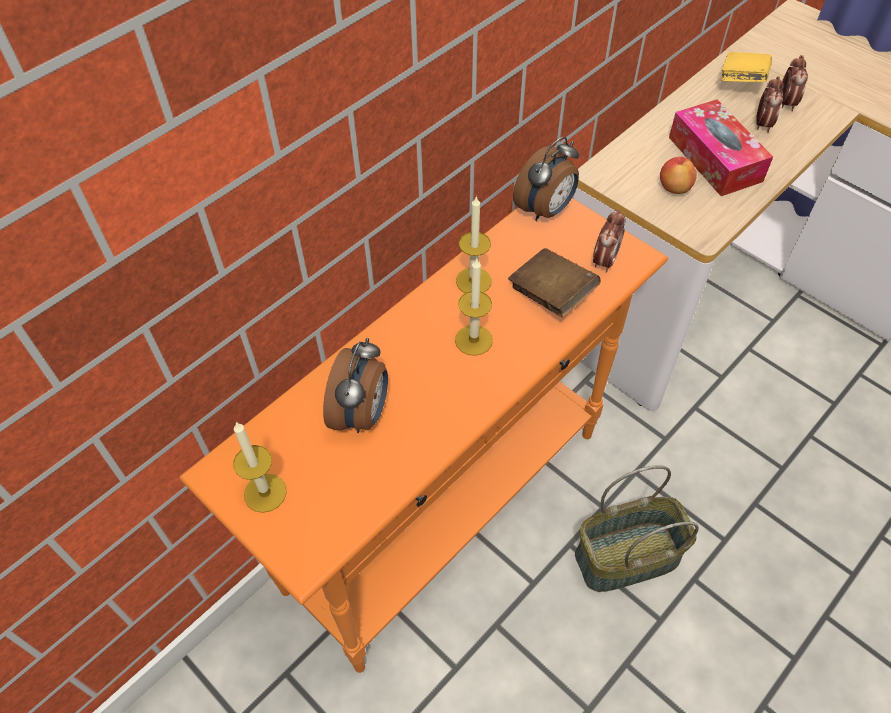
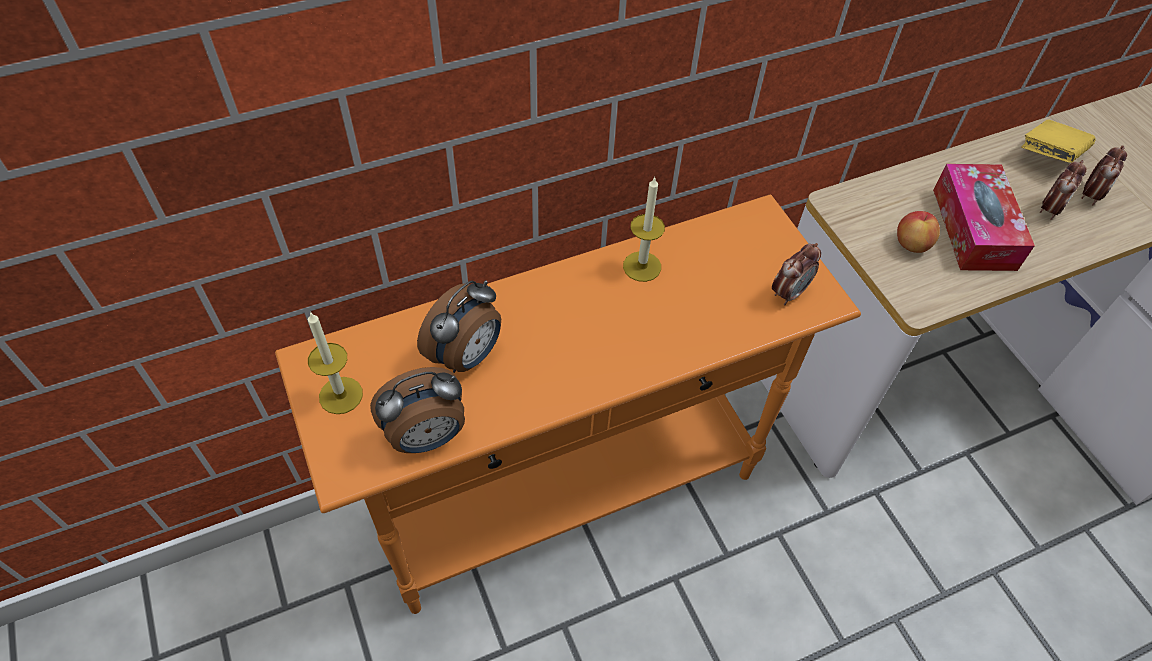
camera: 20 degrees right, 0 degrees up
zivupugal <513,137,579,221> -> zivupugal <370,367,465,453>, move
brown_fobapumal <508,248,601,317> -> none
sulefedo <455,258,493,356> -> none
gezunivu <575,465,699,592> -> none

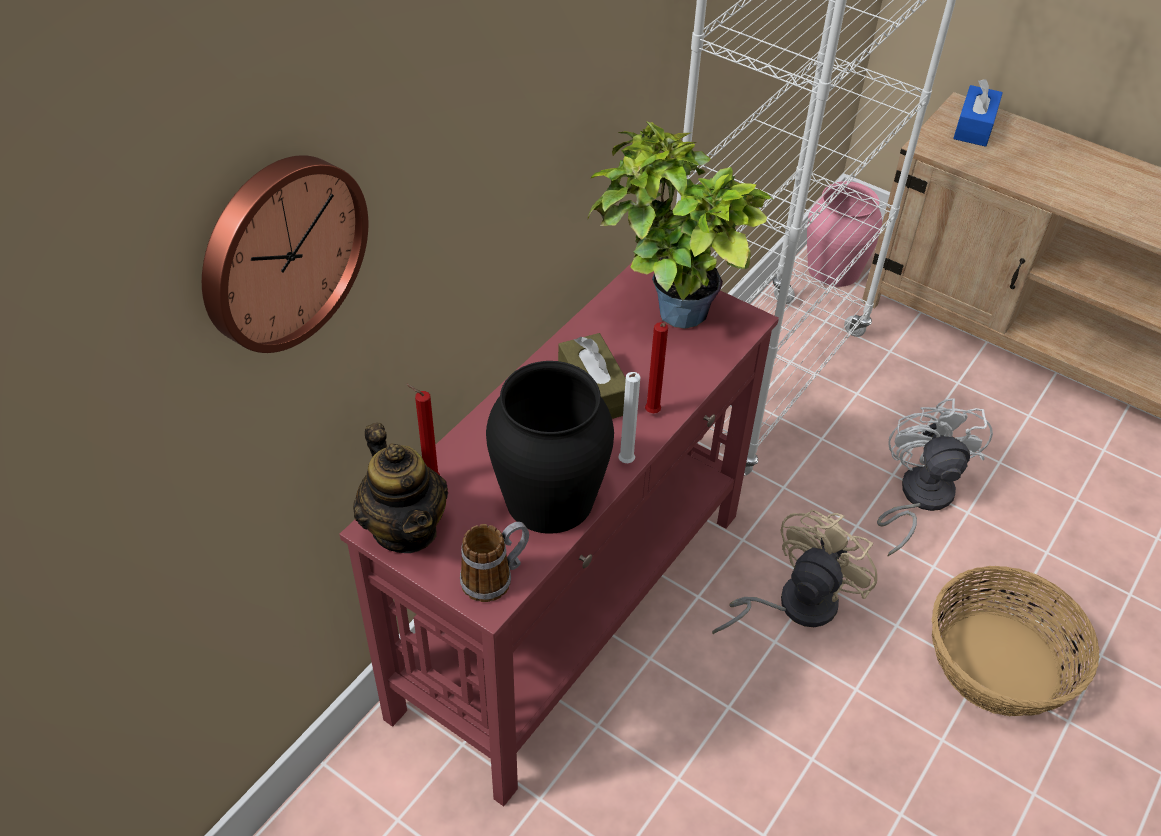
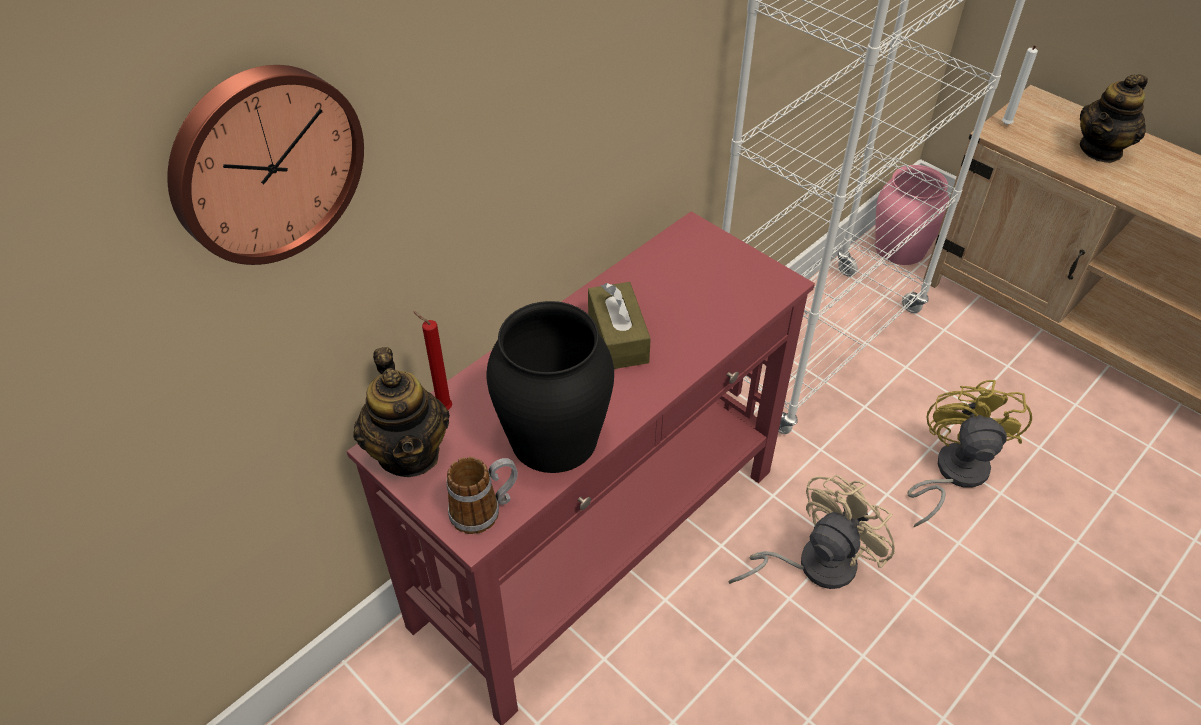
camera: 10 degrees right, 0 degrees up
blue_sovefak <953,79,1003,147> -> none
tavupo <588,121,772,329> -> none
red_sulefedo <645,322,668,413> -> none
white_sulefedo <618,372,640,463> -> white_sulefedo <1002,45,1038,125>, move
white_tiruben <877,398,993,556> -> yellow_tiruben <907,380,1032,527>
gezunivu <932,566,1099,716> -> none
none -> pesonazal <1080,74,1148,163>

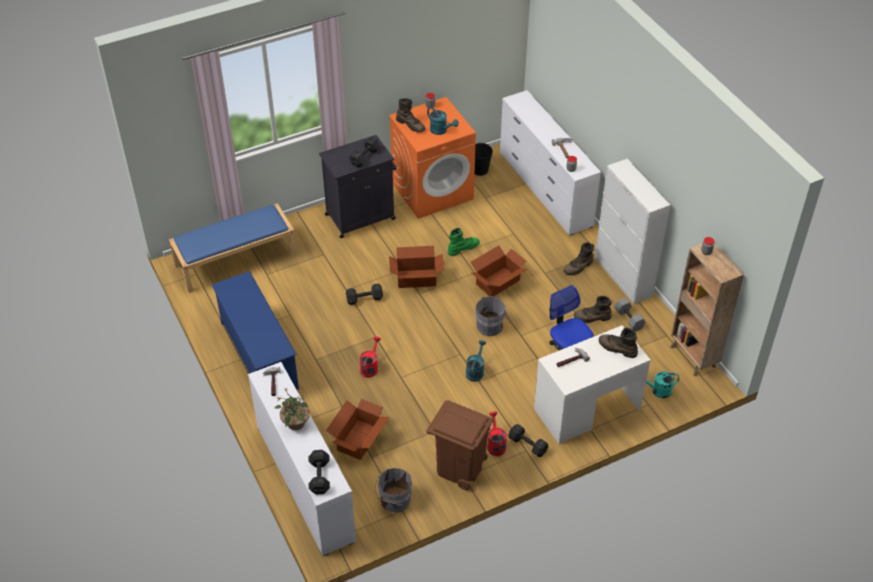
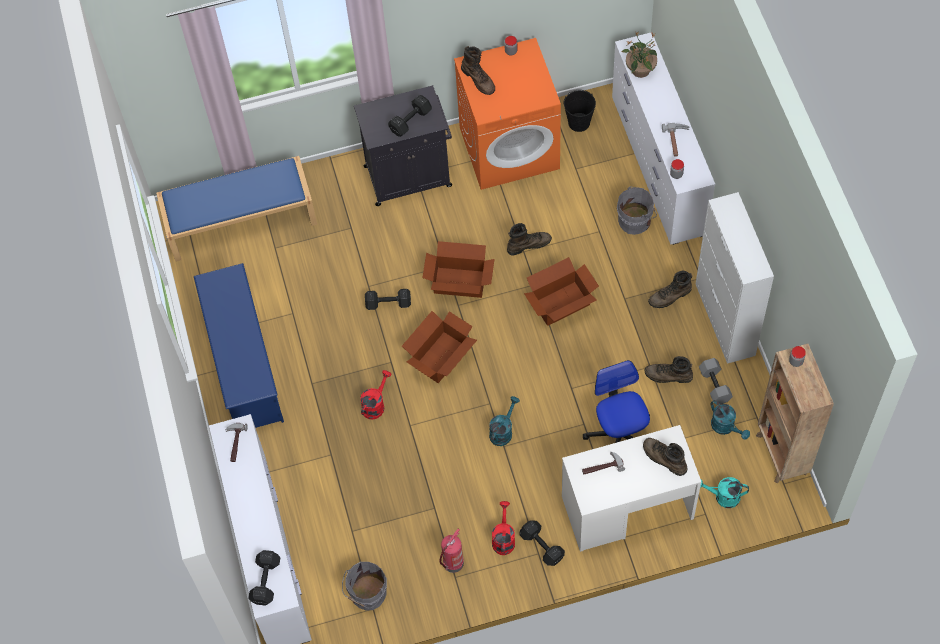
camera: 15 degrees right, 15 degrees up
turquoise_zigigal <427,107,459,135> -> turquoise_zigigal <711,400,750,440>, move
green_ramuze <448,228,480,256> -> brown_ramuze <507,223,552,256>
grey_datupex <475,297,509,336> -> grey_datupex <617,186,657,235>, move
tavupo <274,387,310,430> -> tavupo <622,32,657,78>, move
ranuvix <326,399,389,460> -> ranuvix <402,311,477,383>, move
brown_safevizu <426,400,494,490> -> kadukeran <439,529,464,573>

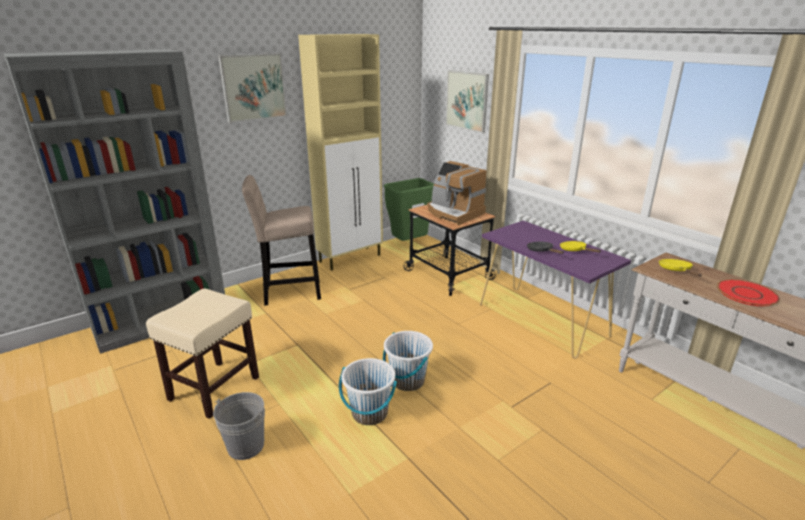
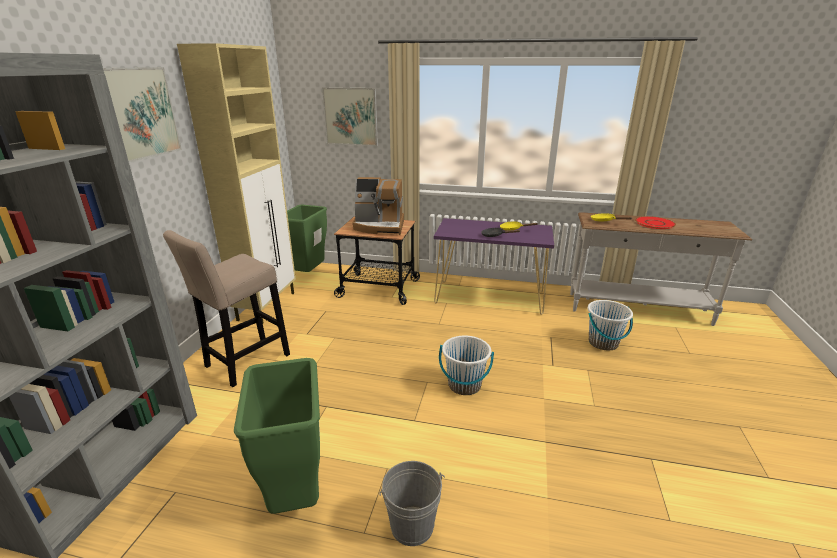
camera: 40 degrees left, 0 degrees up
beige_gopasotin <146,288,259,419> -> green_safevizu <234,358,320,514>
white_datupex <339,358,397,425> -> white_datupex <588,300,633,350>, move

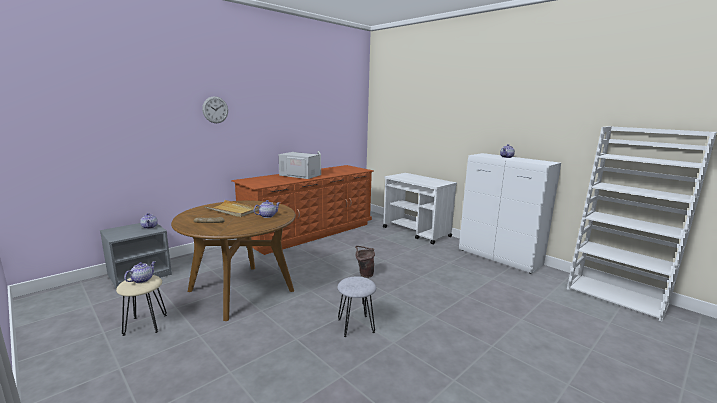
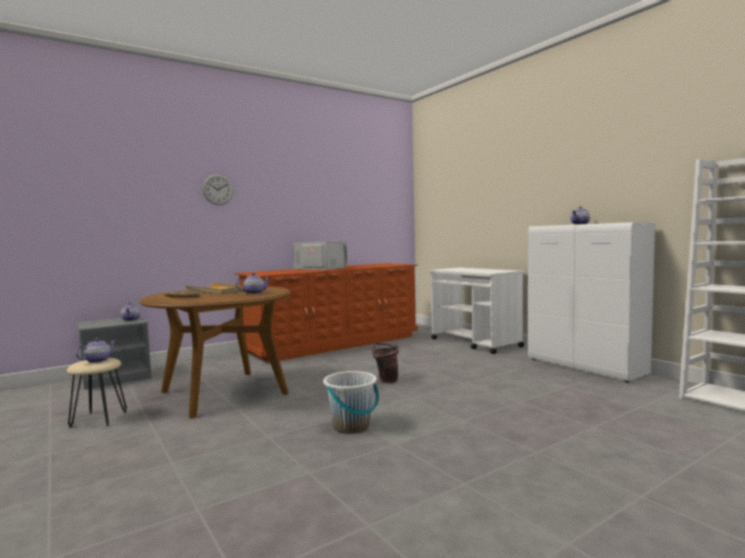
camera: 10 degrees right, 10 degrees down
grey_gopasotin <337,276,376,337> -> white_datupex <323,371,379,434>

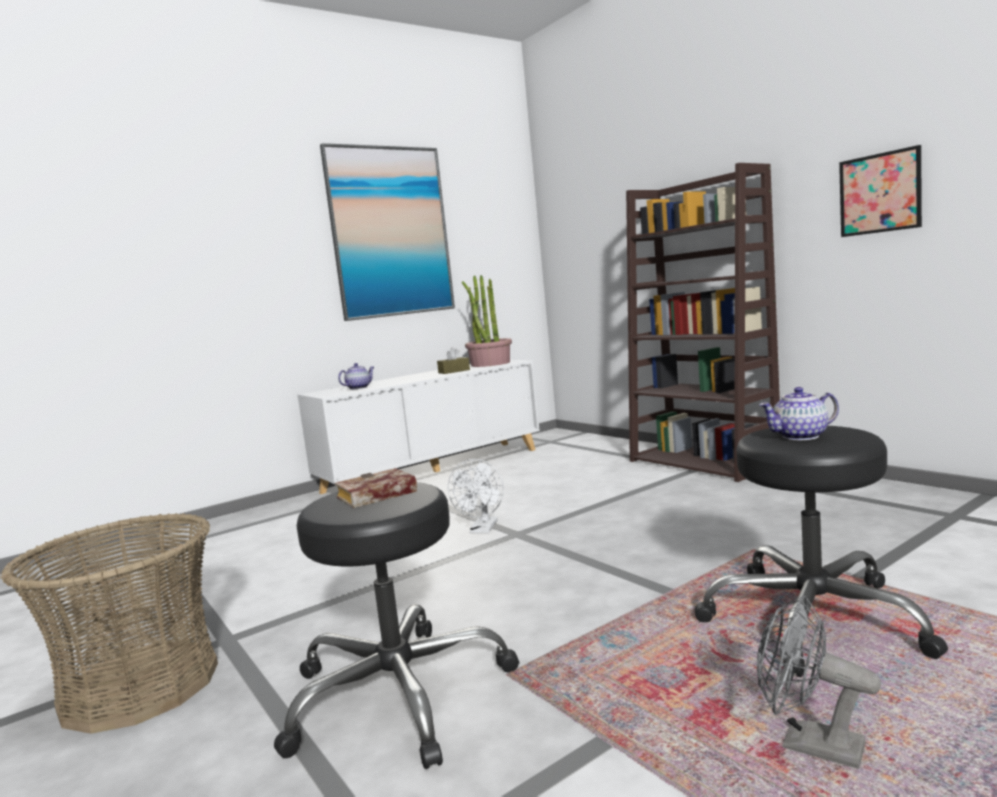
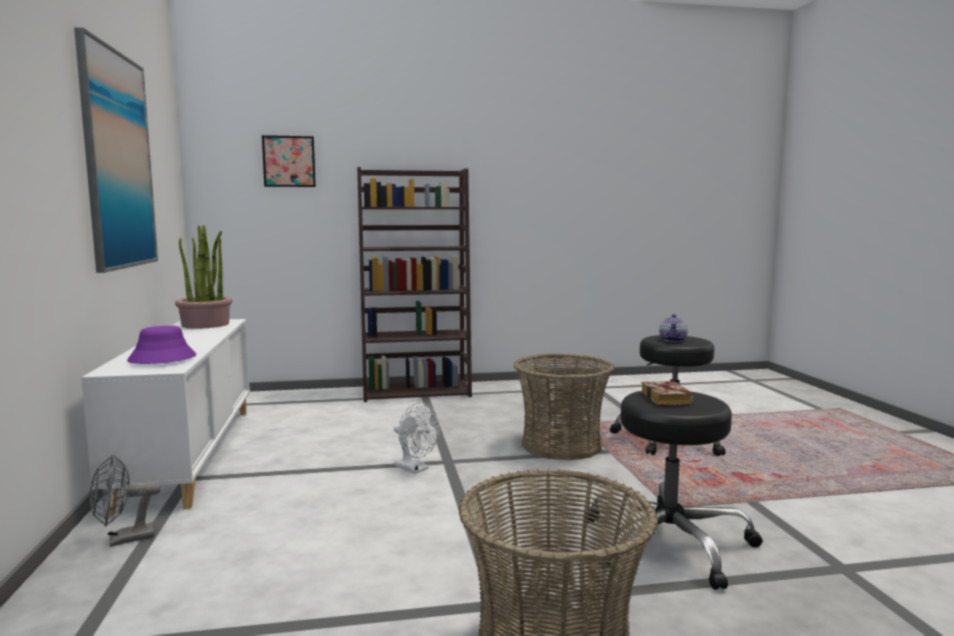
camera: 65 degrees left, 0 degrees up
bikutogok <839,145,922,237> -> bikutogok <262,135,316,187>, move
brown_sovefak <437,347,470,374> -> none
pesonazal <338,363,374,389> -> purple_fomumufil <127,326,196,364>
grey_tiruben <757,595,881,769> -> grey_tiruben <90,455,161,547>, move
none -> gezunivu <514,353,614,460>

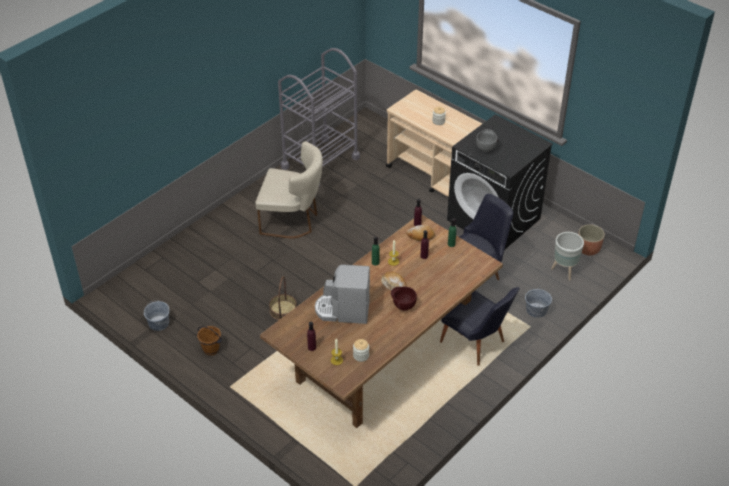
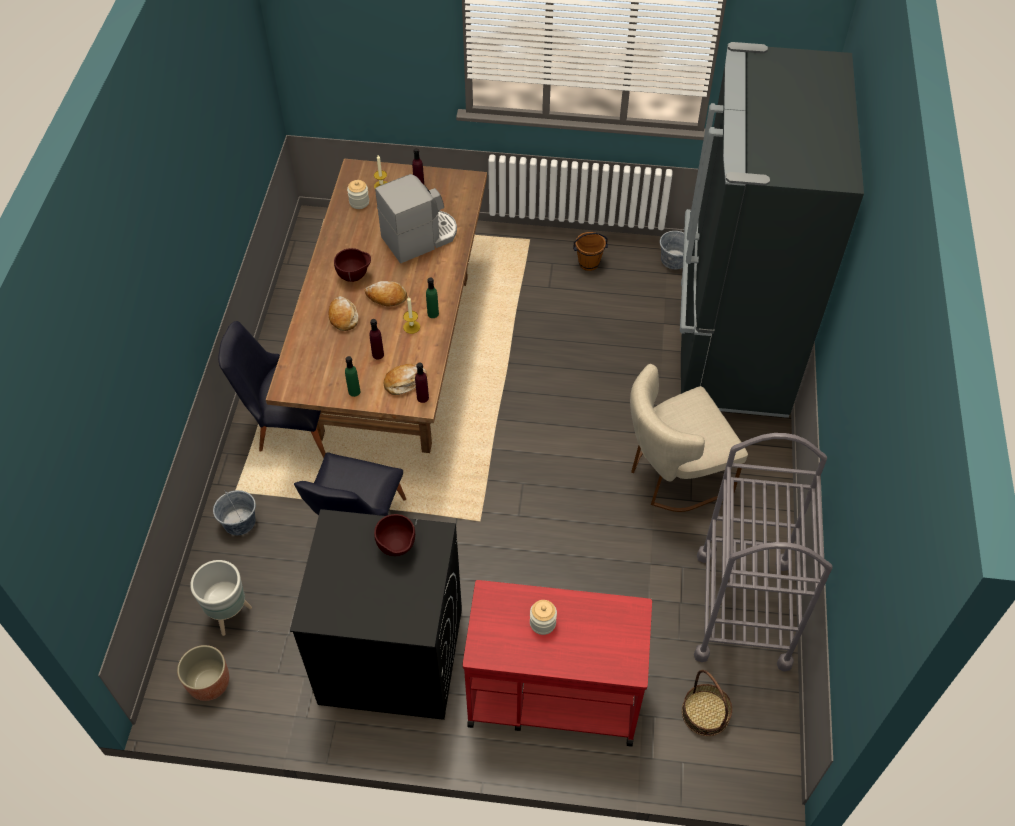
camera: 145 degrees right, 10 degrees up
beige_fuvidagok <386,90,482,197> -> red_fuvidagok <463,580,652,746>
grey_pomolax <476,129,497,152> -> brown_pomolax <374,514,415,556>
gezunivu <269,276,297,320> -> gezunivu <682,670,732,736>, move
none -> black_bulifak <680,42,864,418>
none -> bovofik <329,296,358,331>

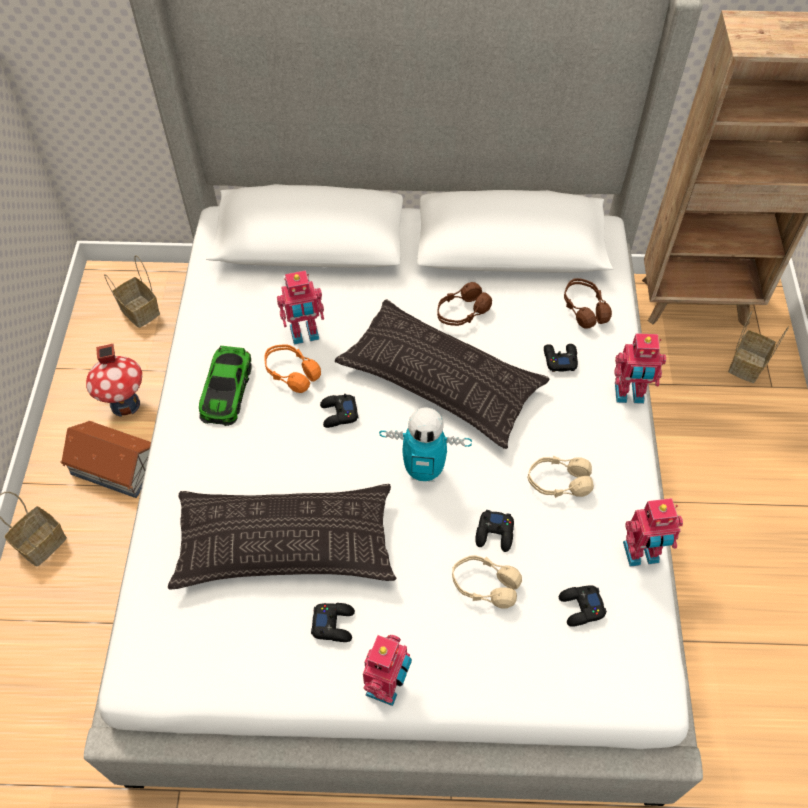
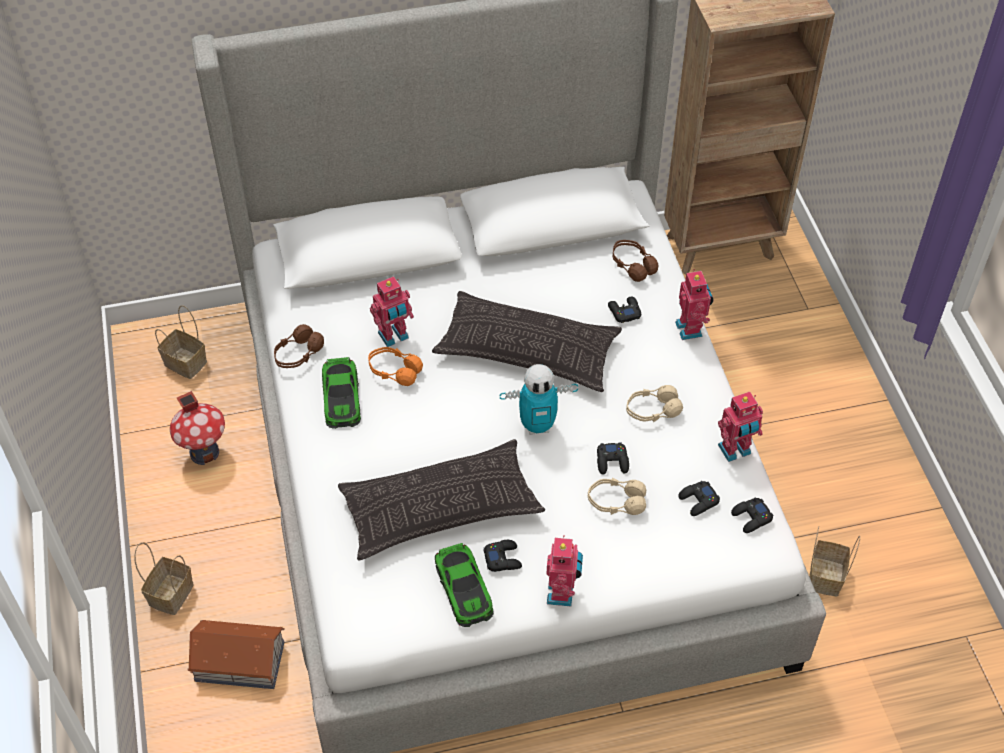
camera: 15 degrees left, 5 degrees down
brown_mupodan <437,282,492,326> -> brown_mupodan <274,324,324,368>, move
gezunivu <728,311,789,383> -> gezunivu <809,526,860,597>, move
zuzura <614,333,666,404> -> zuzura <675,269,714,340>, 90 degrees counterclockwise
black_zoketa <320,394,358,428> -> black_zoketa <731,498,774,533>, move
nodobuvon <60,421,151,498> -> nodobuvon <187,620,284,689>, move
none -> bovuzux <435,543,494,627>

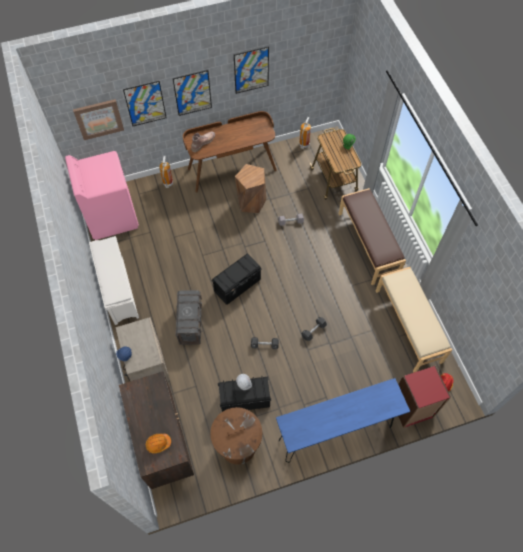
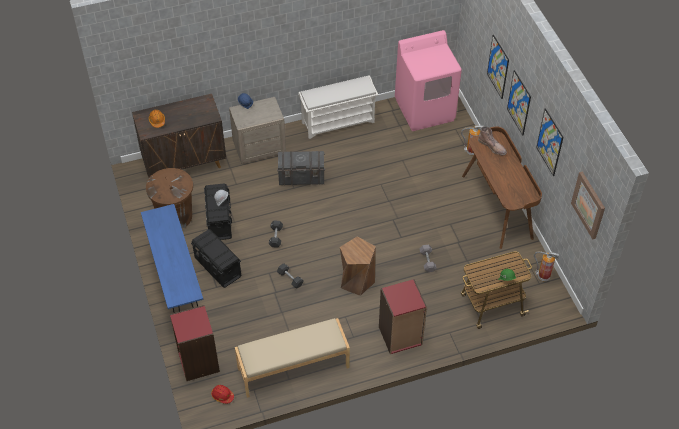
camera: 90 degrees right, 10 degrees down
bikutogok <73,99,124,140> -> bikutogok <571,172,605,239>, move
brown_gopasotin <235,164,267,213> -> brown_gopasotin <340,236,376,296>, move
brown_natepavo <339,188,406,285> -> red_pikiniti <379,279,427,354>
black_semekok <211,254,262,305> -> black_semekok <191,229,241,288>, move

